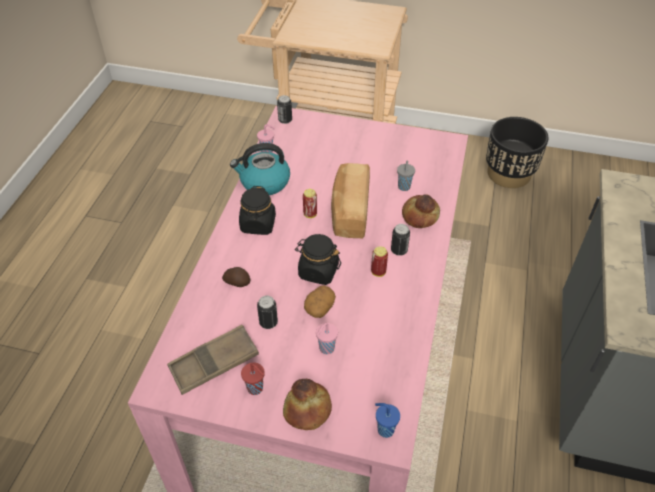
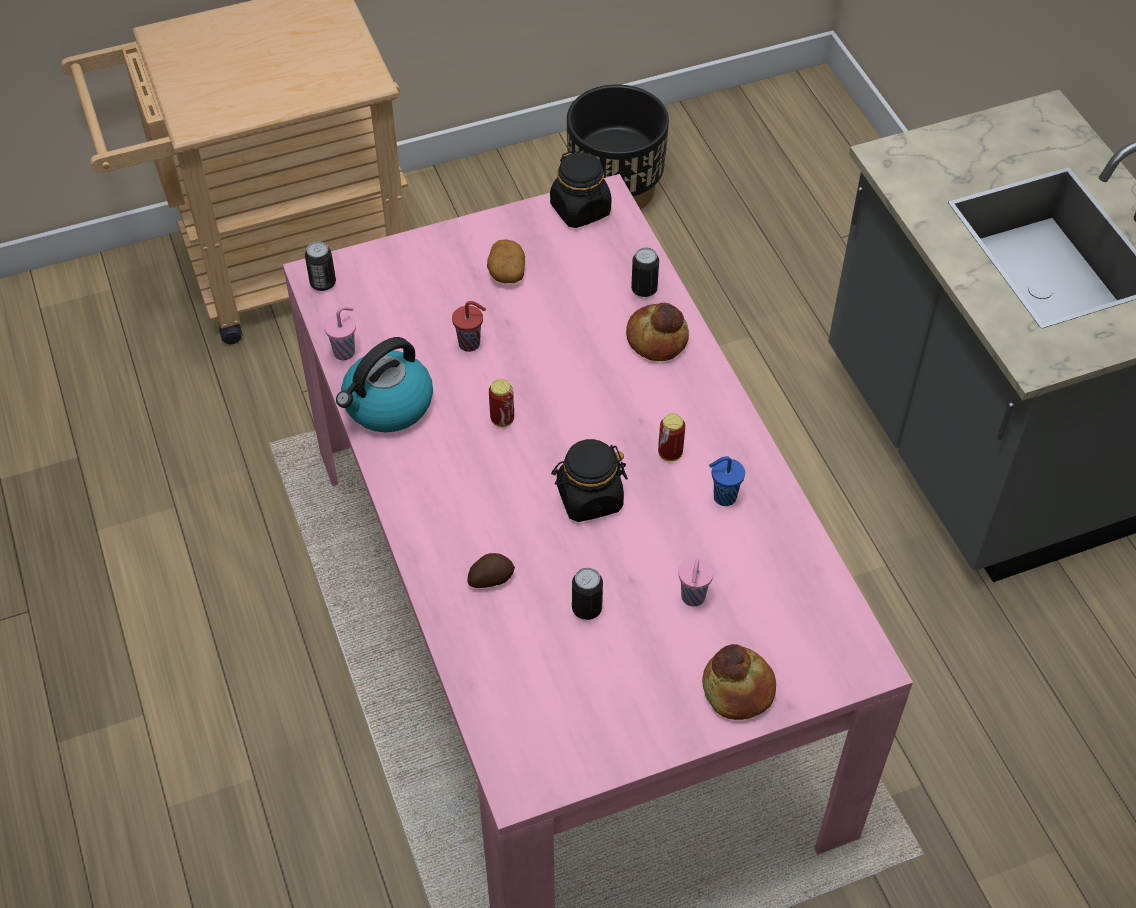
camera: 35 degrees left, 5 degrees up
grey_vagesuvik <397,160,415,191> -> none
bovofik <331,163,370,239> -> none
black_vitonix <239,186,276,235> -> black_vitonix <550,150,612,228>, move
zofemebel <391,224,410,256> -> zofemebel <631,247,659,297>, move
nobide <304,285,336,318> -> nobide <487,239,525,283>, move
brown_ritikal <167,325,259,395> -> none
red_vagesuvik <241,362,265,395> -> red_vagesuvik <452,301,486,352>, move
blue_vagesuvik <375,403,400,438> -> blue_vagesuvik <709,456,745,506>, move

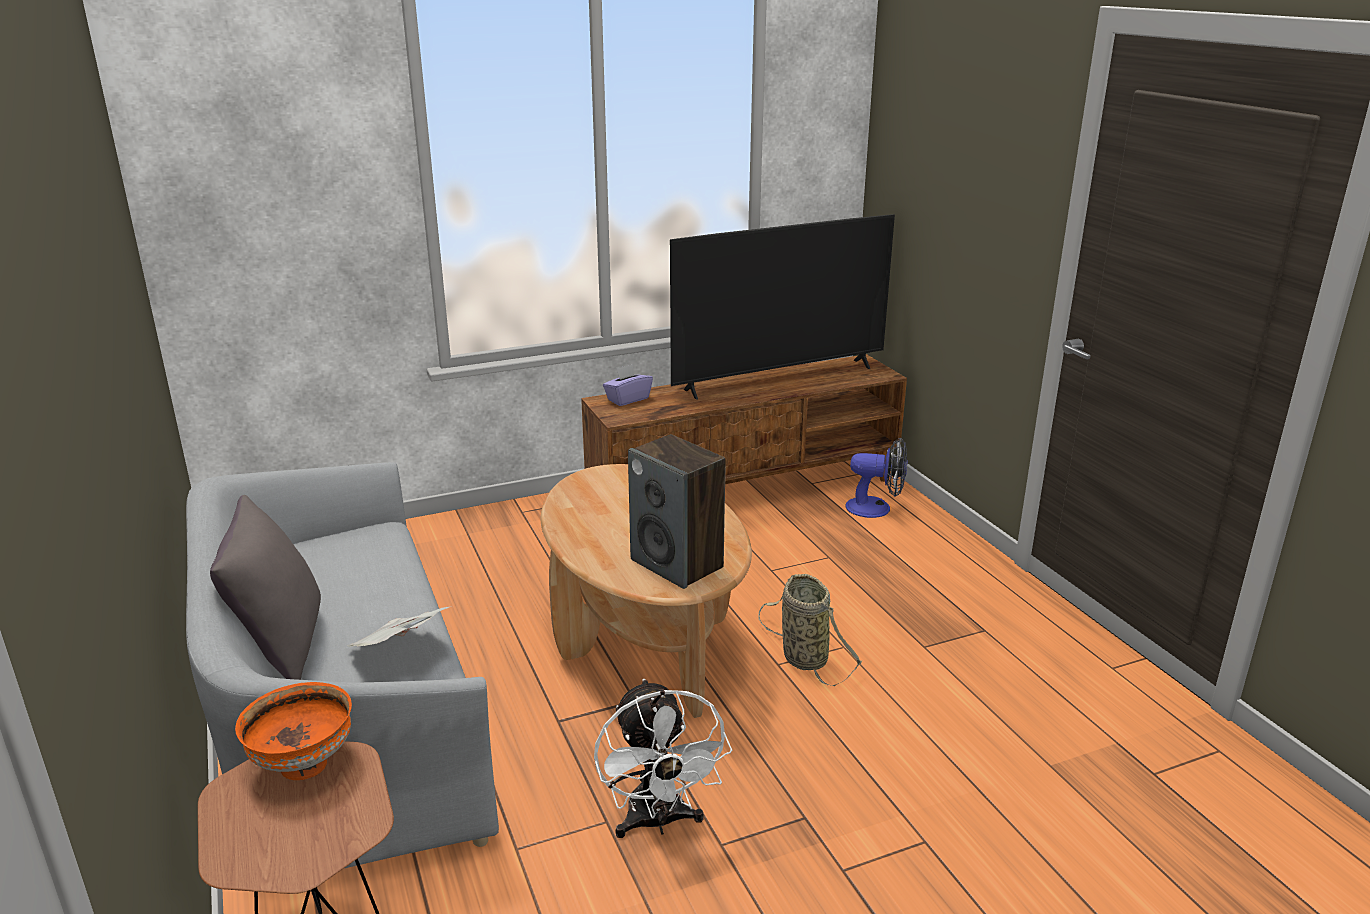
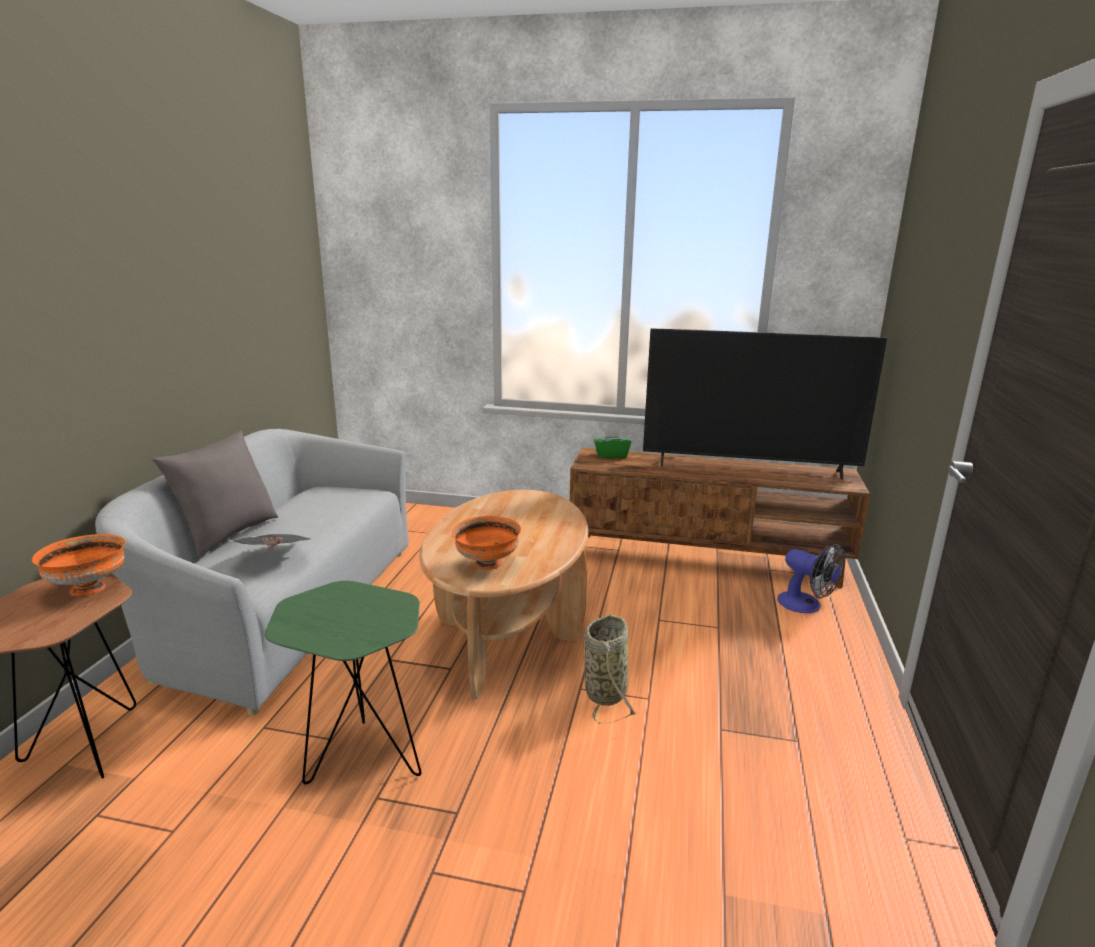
camera: 35 degrees right, 5 degrees down
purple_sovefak <603,364,653,406> -> green_sovefak <594,428,632,458>
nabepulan <628,434,726,589> -> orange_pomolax <452,516,521,570>
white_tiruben <594,679,732,838> -> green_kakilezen <265,581,422,785>

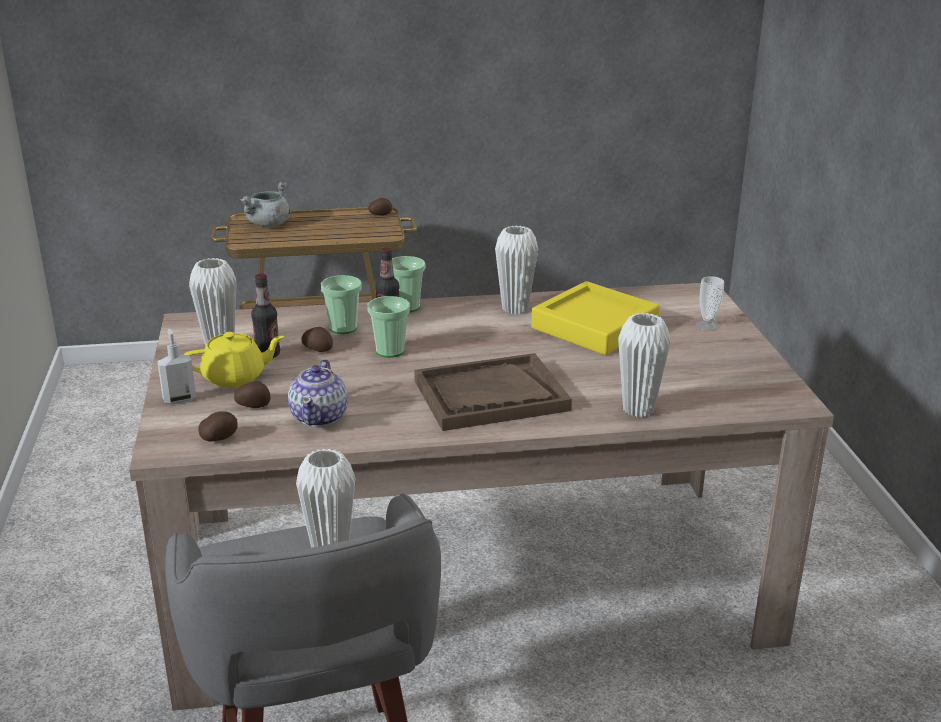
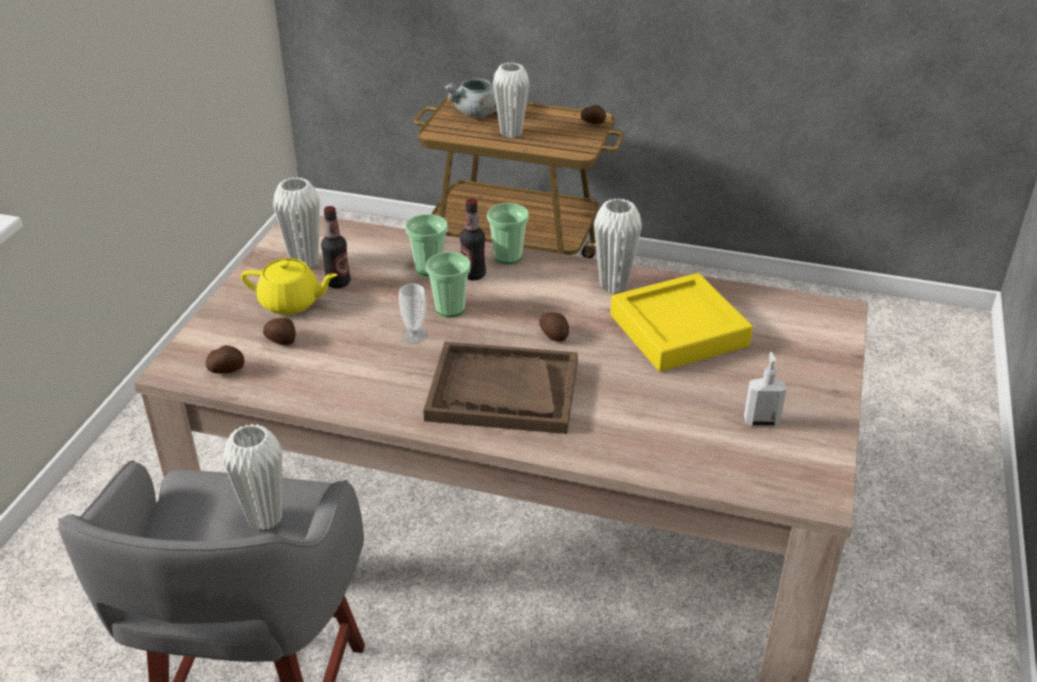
camera: 25 degrees right, 10 degrees up
vagesuvik <696,276,724,331> -> vagesuvik <399,284,428,344>, move
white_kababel <618,313,671,417> -> white_kababel <493,62,529,138>, move
nobide <301,327,333,352> -> nobide <539,313,569,342>, move
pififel <157,329,196,404> -> pififel <744,352,786,427>, move
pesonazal <288,359,348,427> -> none

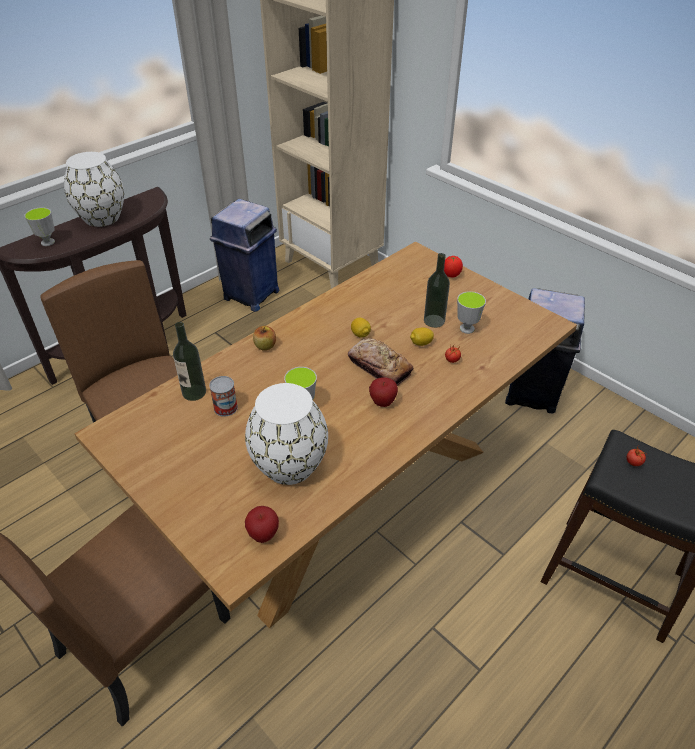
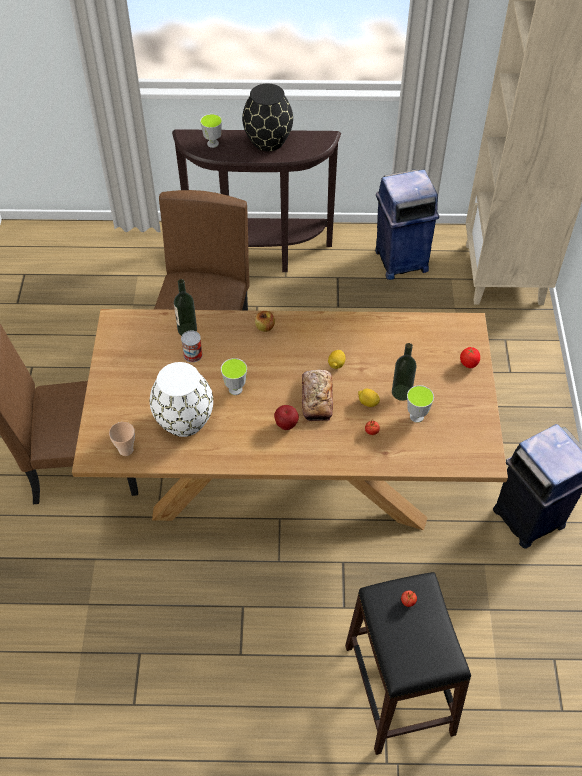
camera: 45 degrees right, 10 degrees up
white_kababel <64,152,124,227> -> black_kababel <242,84,293,151>
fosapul <245,506,279,543> -> vagesuvik <109,422,135,456>

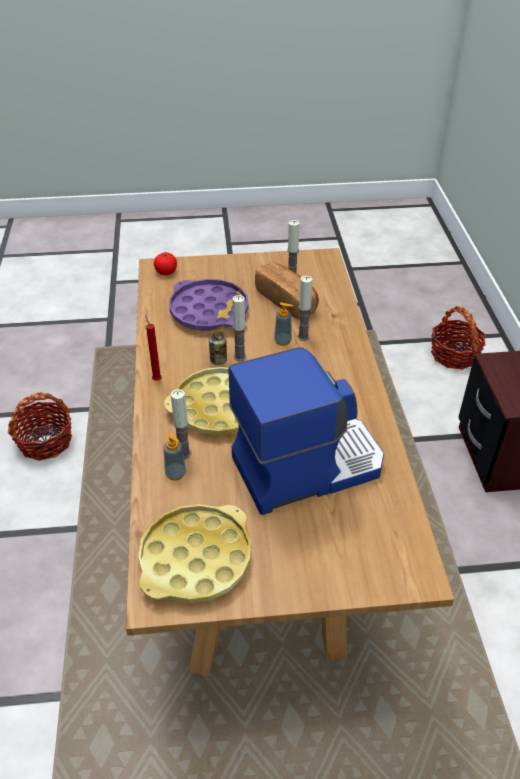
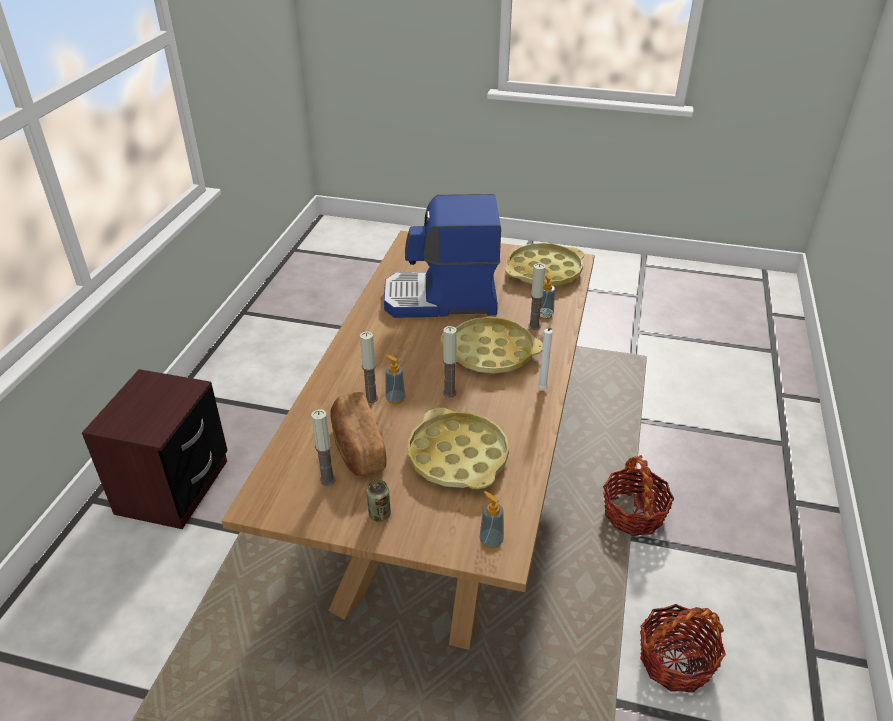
camera: 160 degrees left, 5 degrees down
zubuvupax <154,252,177,275> -> pififel <479,491,504,549>
purple_ritikal <169,279,248,331> -> yellow_ritikal <408,408,509,489>
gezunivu <431,306,486,370> -> gezunivu <603,455,674,536>, move
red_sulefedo <145,315,162,381> -> white_sulefedo <538,328,552,389>
zofemebel <209,331,227,365> -> zofemebel <367,480,391,522>, move

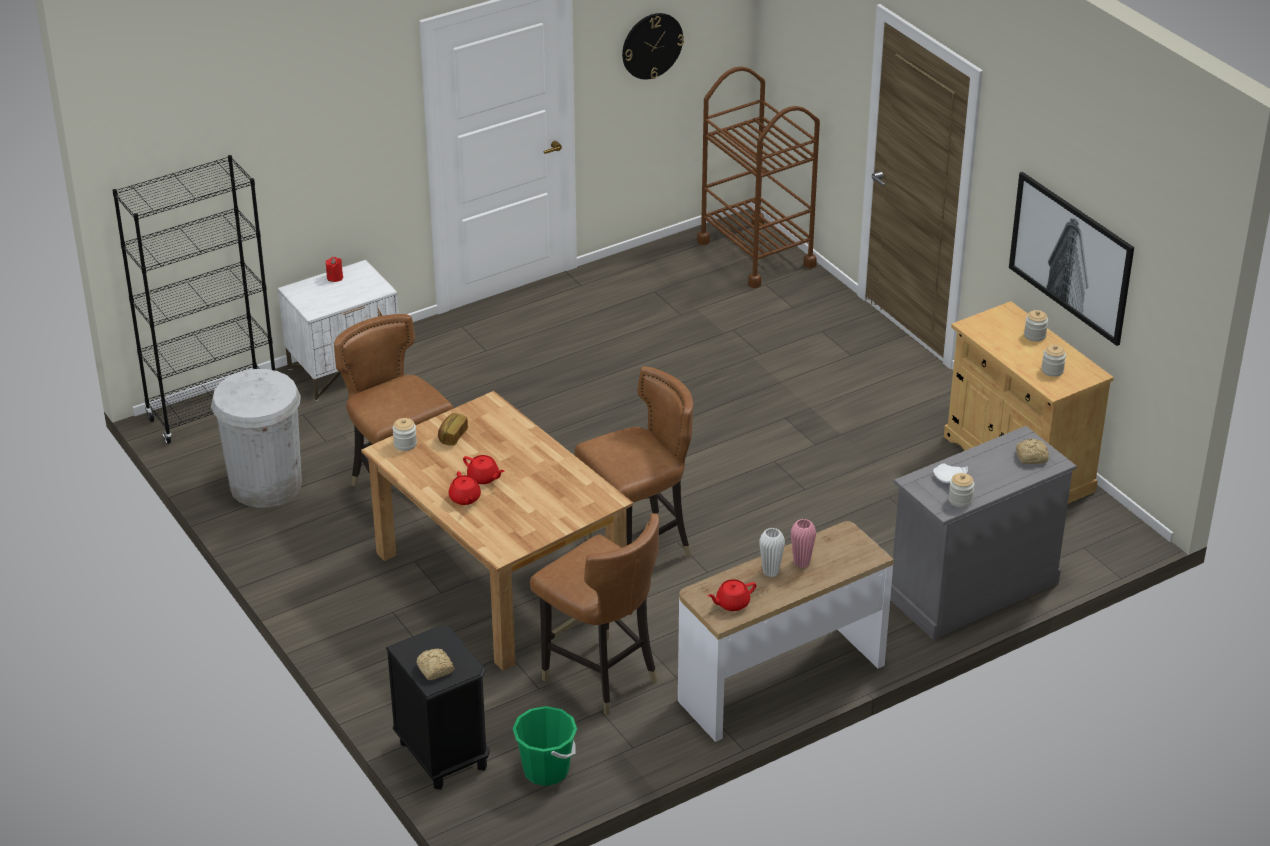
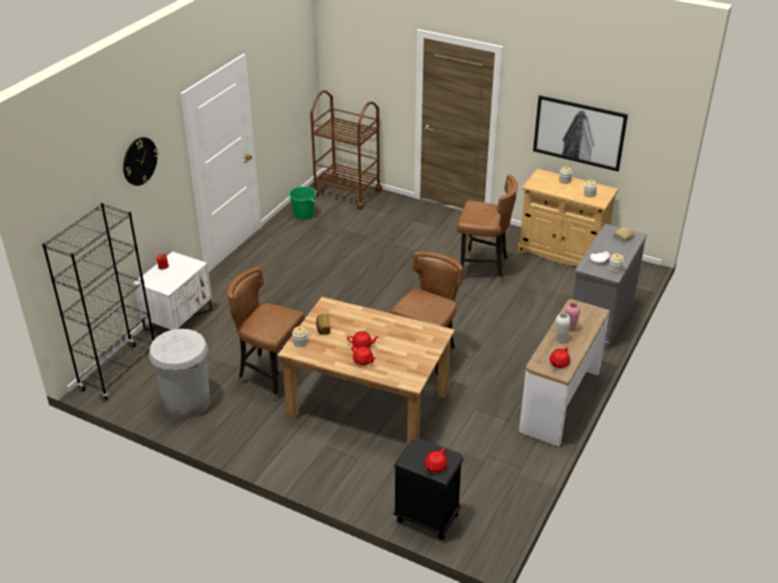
camera: 30 degrees left, 0 degrees up
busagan <622,13,684,80> -> busagan <123,137,158,186>, move
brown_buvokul <530,513,659,716> -> brown_buvokul <457,174,518,283>, move
bovofik <417,649,454,680> -> red_pesonazal <425,448,448,472>
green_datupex <513,706,577,786> -> green_datupex <289,186,317,220>, move

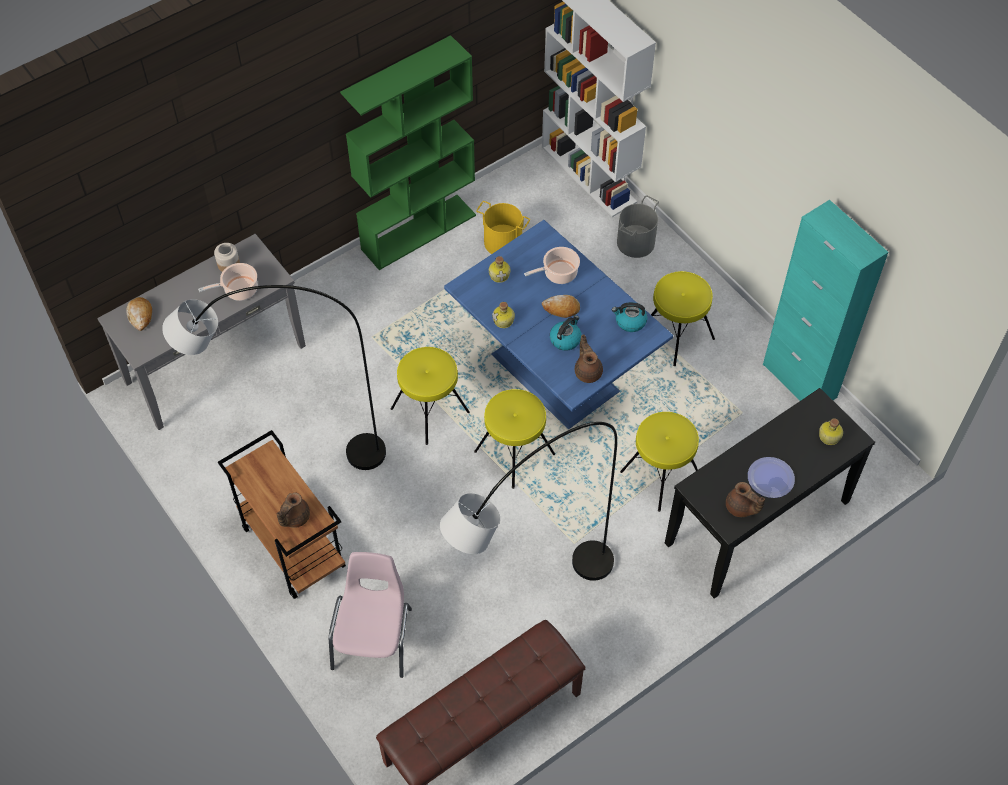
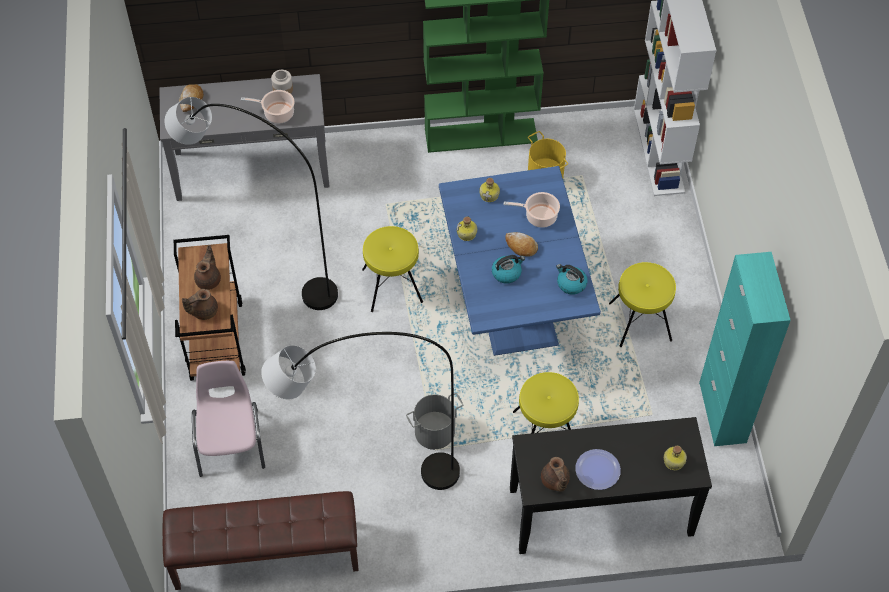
camera: 30 degrees right, 0 degrees up
grey_datupex <617,195,659,258> -> grey_datupex <406,393,463,450>, move
brown_pesonazal <575,334,603,383> -> brown_pesonazal <194,245,221,290>, move
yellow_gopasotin <474,389,555,489> -> none
pink_buvokul <329,552,412,678> -> pink_buvokul <192,361,265,477>, 45 degrees counterclockwise

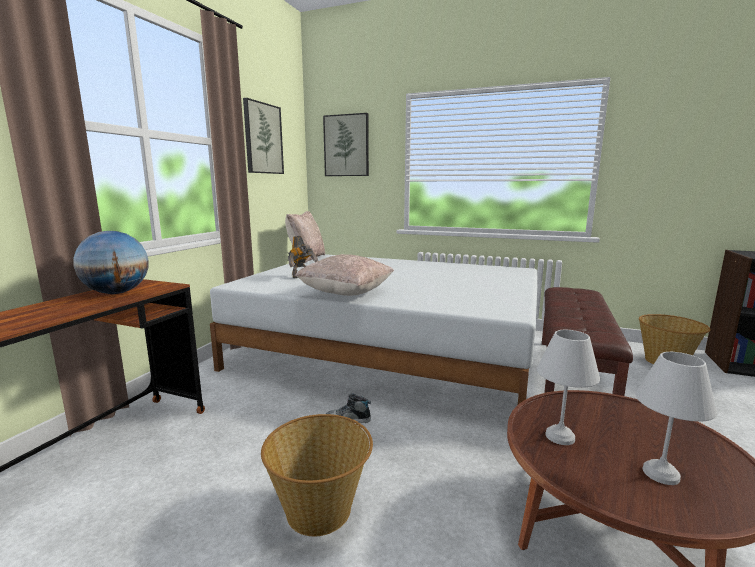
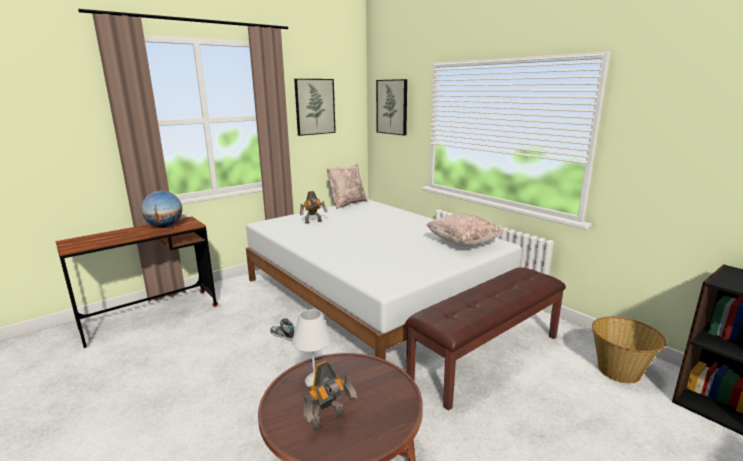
camera: 30 degrees right, 5 degrees up
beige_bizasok <295,254,394,296> -> beige_bizasok <426,213,504,247>, move
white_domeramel <636,352,717,485> -> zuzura <303,361,357,431>
gezunivu <261,414,373,536> -> none

